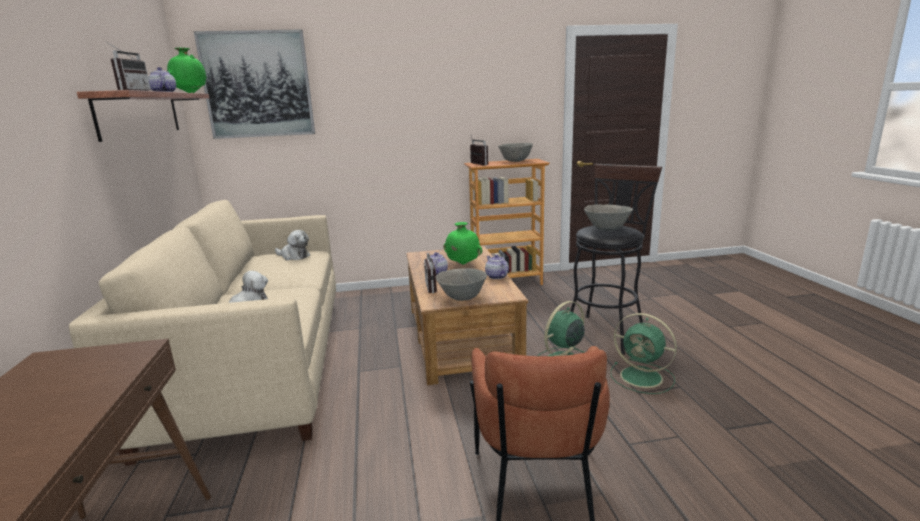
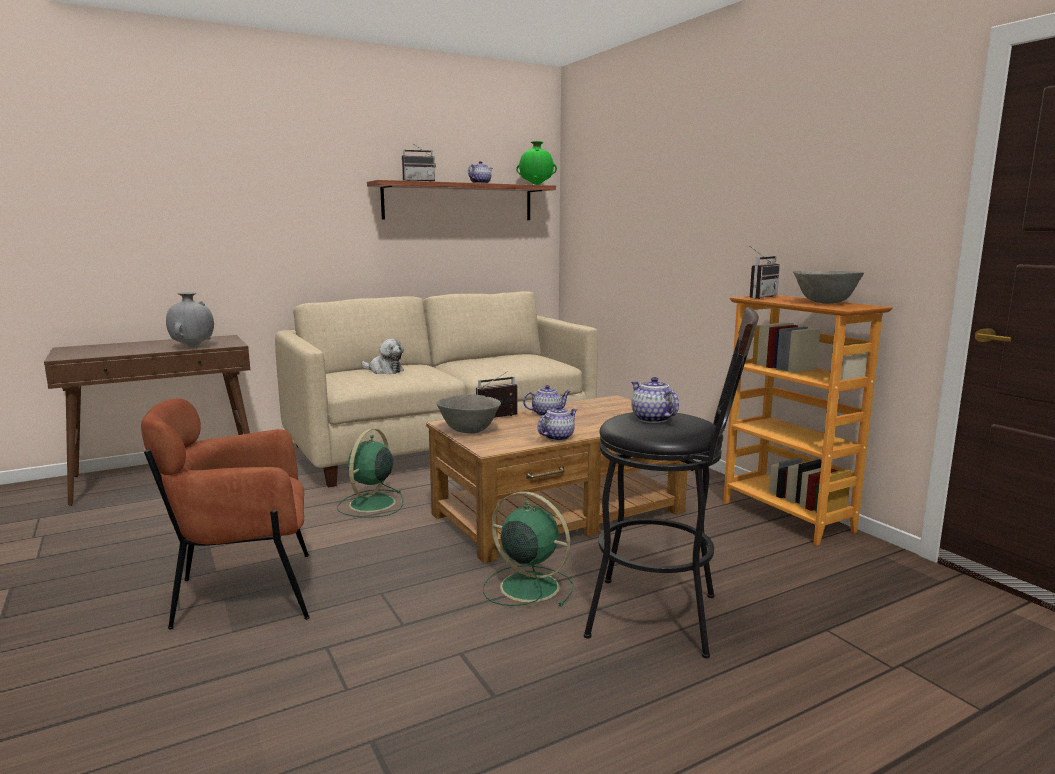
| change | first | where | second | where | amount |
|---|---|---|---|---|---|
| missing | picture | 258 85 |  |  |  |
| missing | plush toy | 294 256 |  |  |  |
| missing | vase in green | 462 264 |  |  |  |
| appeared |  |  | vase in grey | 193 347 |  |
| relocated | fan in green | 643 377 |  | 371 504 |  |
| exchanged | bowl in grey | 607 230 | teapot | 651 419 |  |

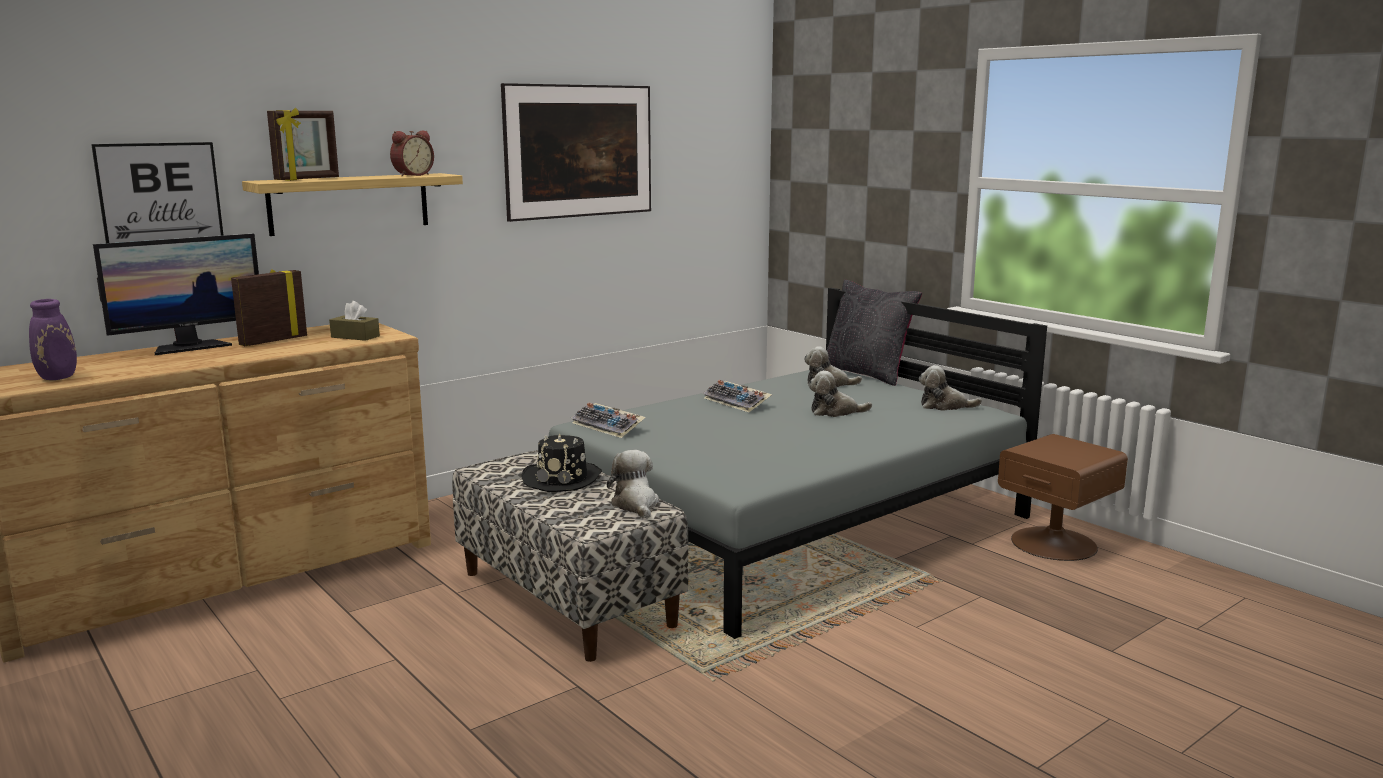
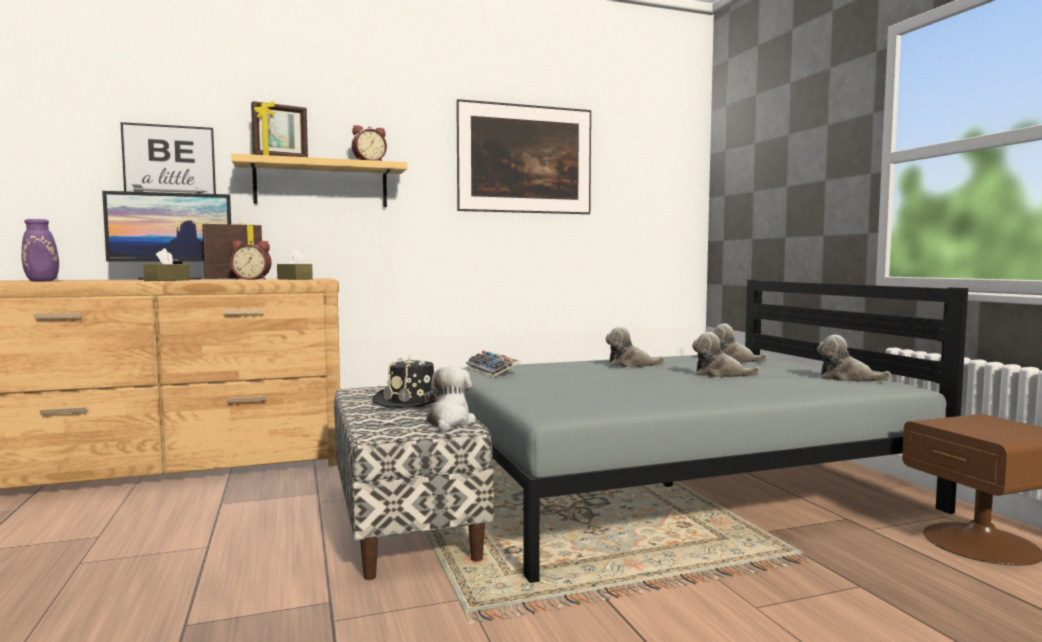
| change | first | where | second | where | amount |
|---|---|---|---|---|---|
| missing | pillow in black | 866 373 |  |  |  |
| appeared |  |  | tissue box in brown | 167 280 |  |
| appeared |  |  | alarm clock | 252 279 |  |
| exchanged | keyboard | 738 402 | plush toy | 630 365 |  |

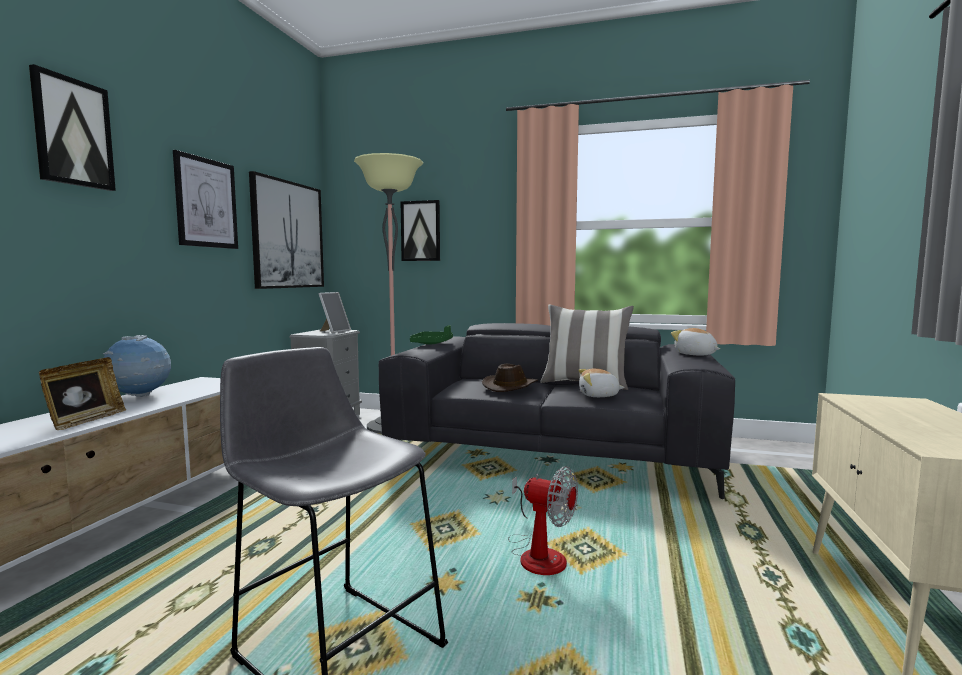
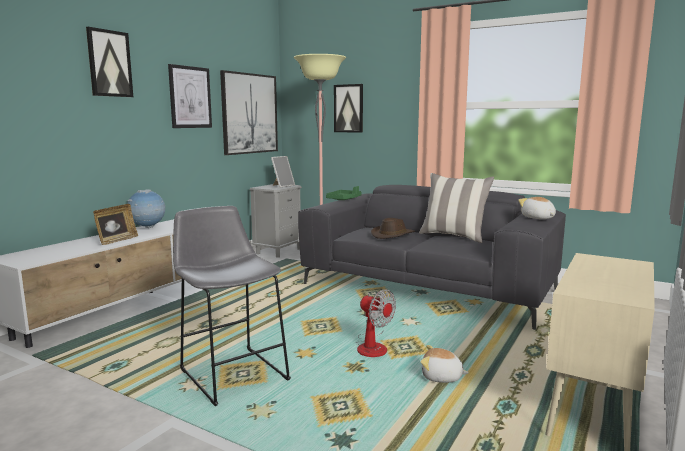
| change | first | where | second | where | amount |
|---|---|---|---|---|---|
| relocated | plush toy | 599 395 |  | 441 377 |  |

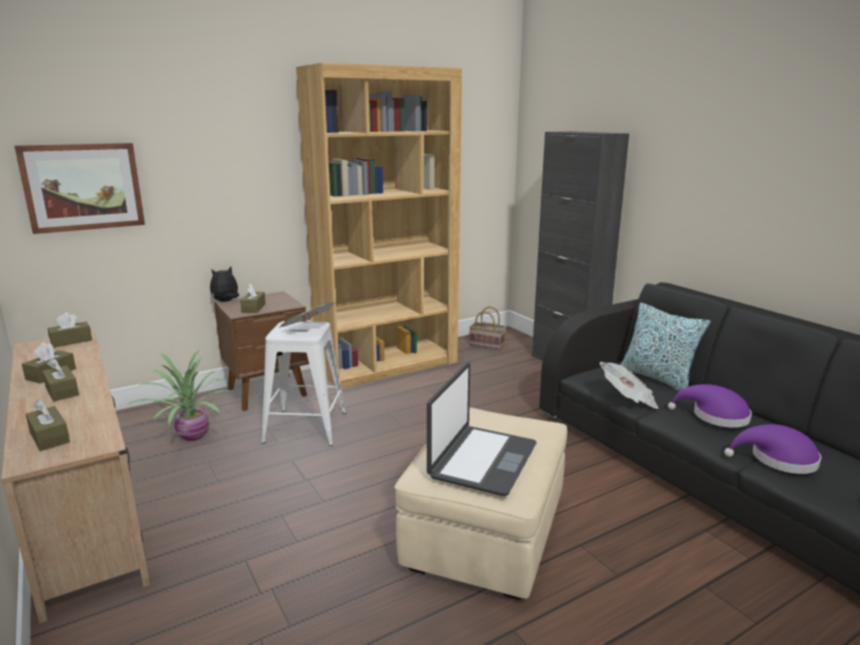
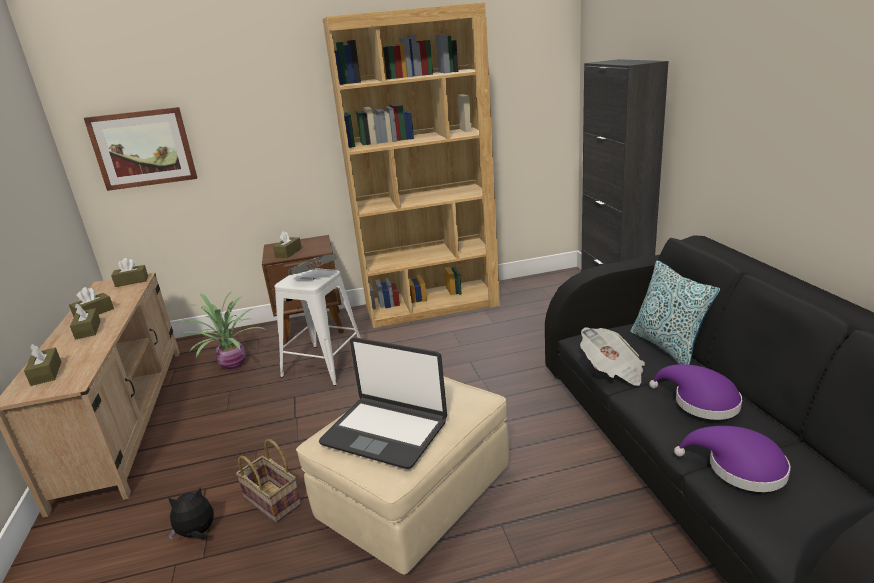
| change | first | where | second | where | amount |
|---|---|---|---|---|---|
| relocated | plush toy | 226 301 |  | 197 534 |  |
| relocated | basket | 488 344 |  | 274 501 |  |
| spun | laptop | 482 460 |  | 385 432 | 75 degrees clockwise |

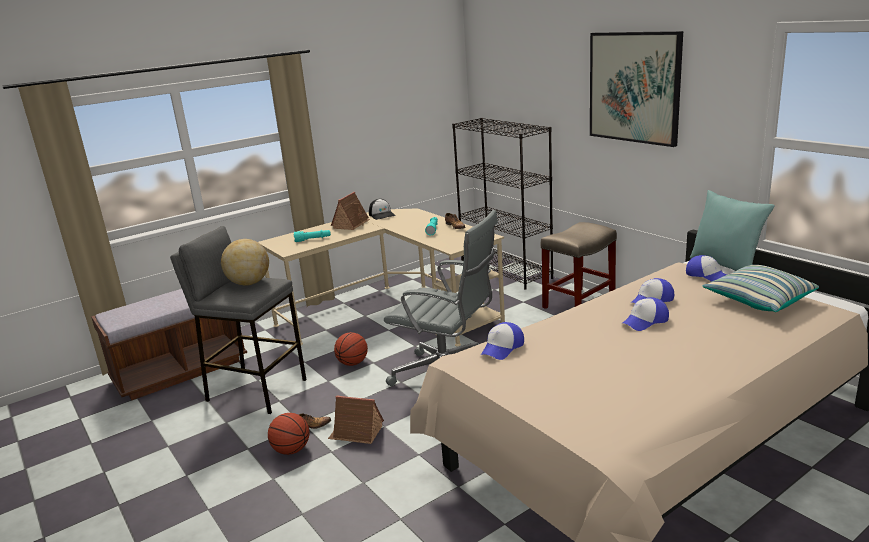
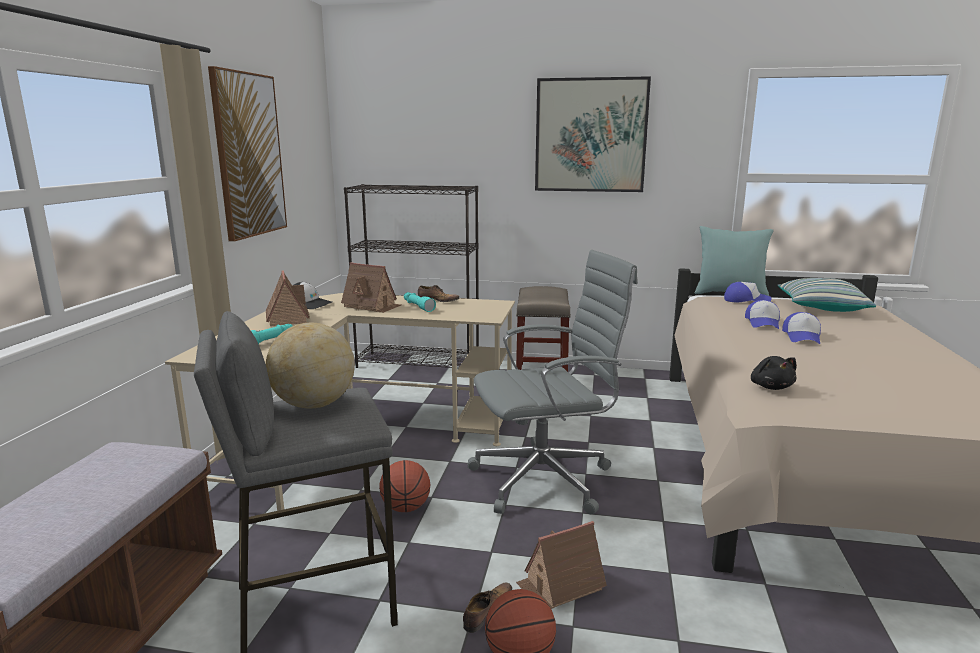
| change | first | where | second | where | amount |
|---|---|---|---|---|---|
| appeared |  |  | picture | 249 155 |  |
| appeared |  |  | toy house | 372 306 |  |
| exchanged | cap | 502 348 | plush toy in black | 770 387 |  |

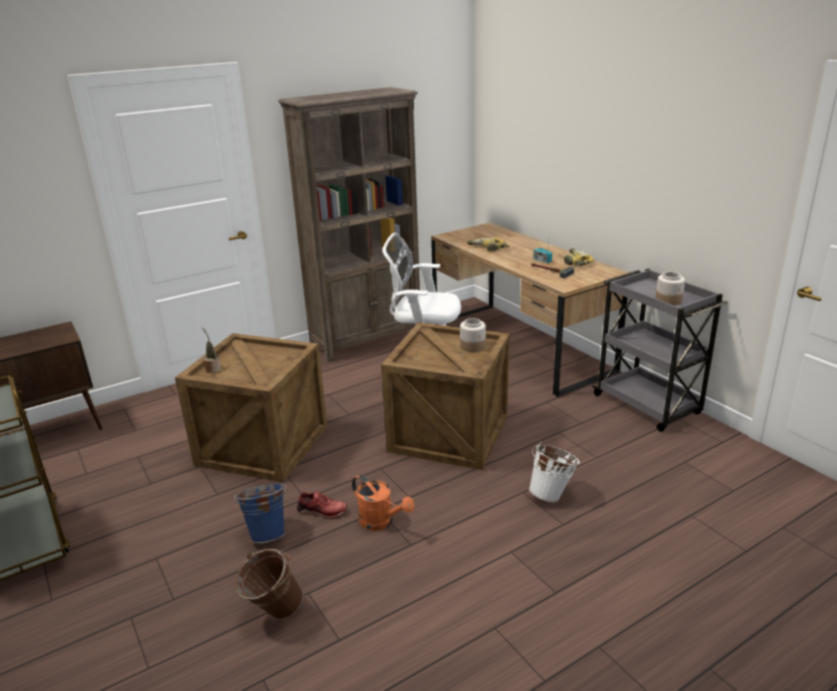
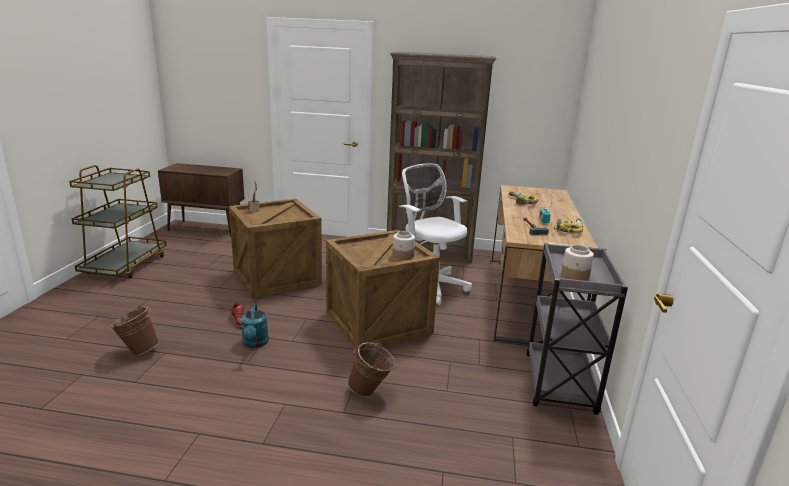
| change | first | where | second | where | amount |
|---|---|---|---|---|---|
| missing | bucket in blue | 267 533 |  |  |  |
| colour | watering can in orange | 381 522 | watering can in turquoise | 255 343 |  |
| colour | bucket in white | 552 494 | bucket in brown | 371 392 |  |

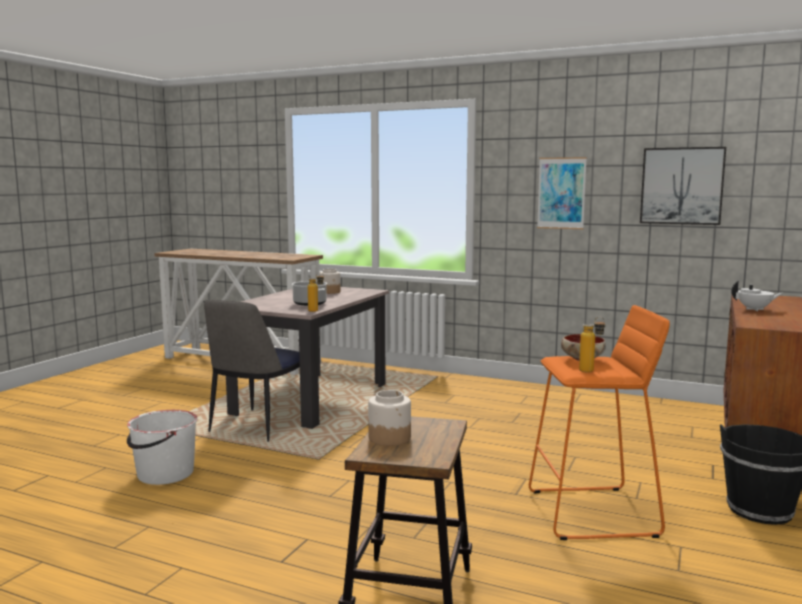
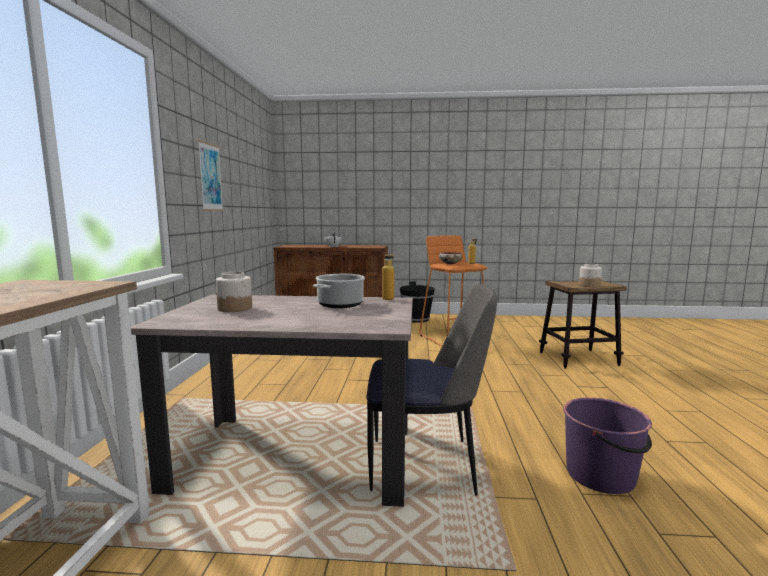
| change | first | where | second | where | amount |
|---|---|---|---|---|---|
| missing | picture | 681 186 |  |  |  |
| colour | bucket in white | 164 474 | bucket in purple | 601 475 |  |

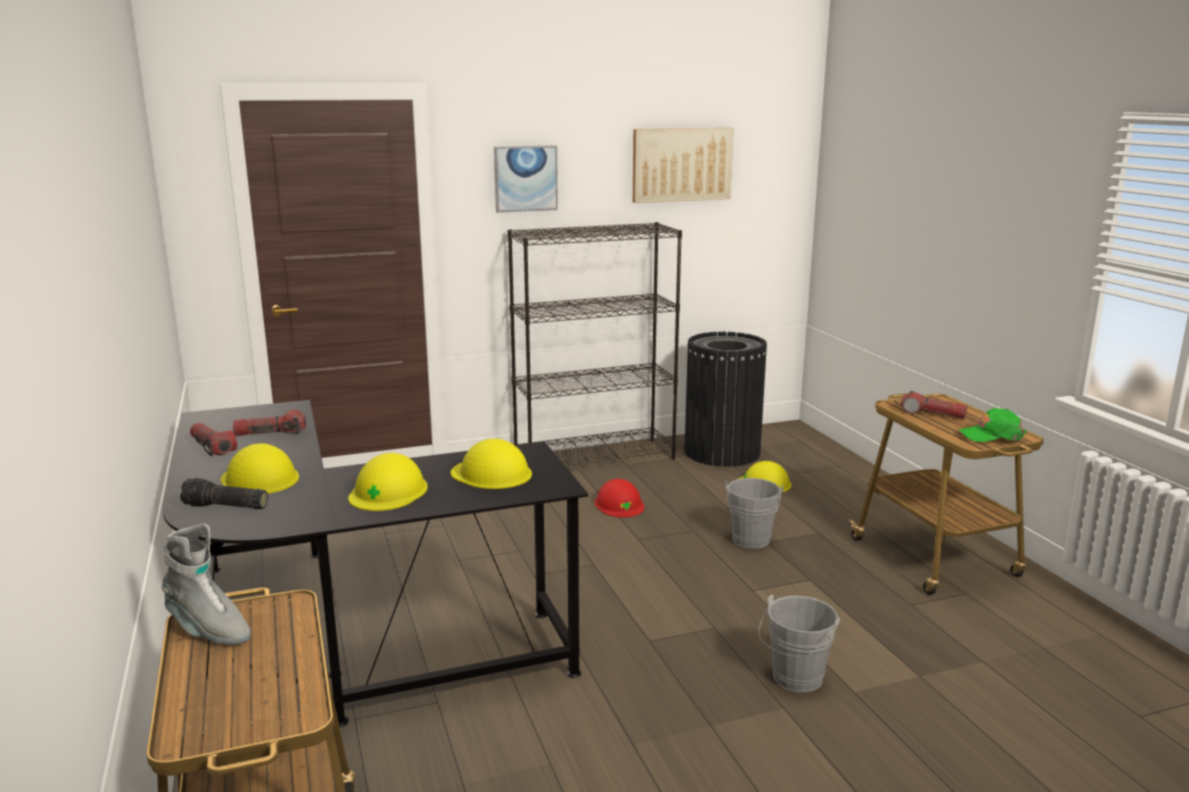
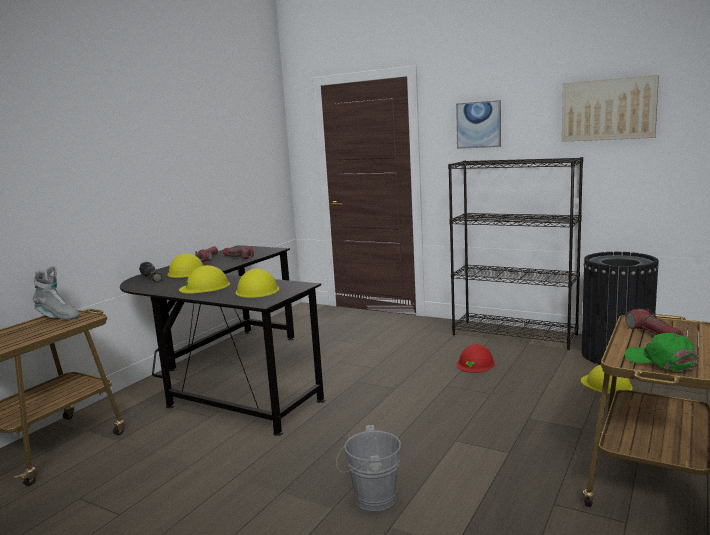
| change | first | where | second | where | amount |
|---|---|---|---|---|---|
| missing | bucket in grey | 751 541 |  |  |  |
| spun | boot in grey | 208 629 |  | 57 317 | 60 degrees counterclockwise |

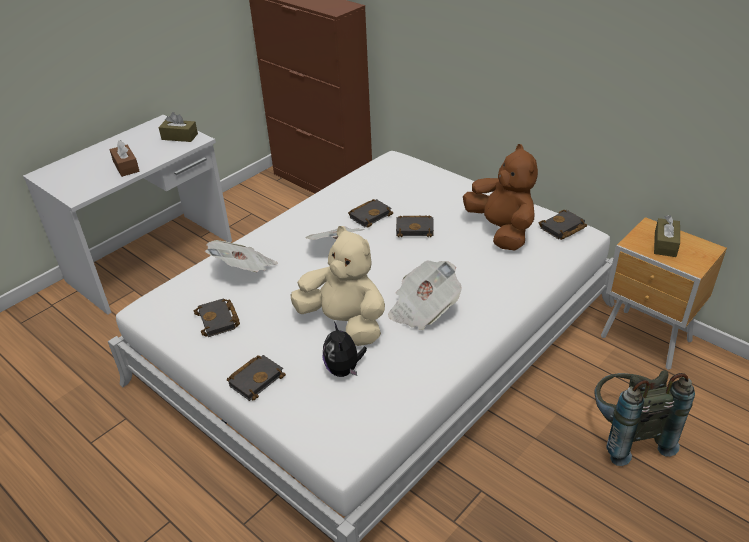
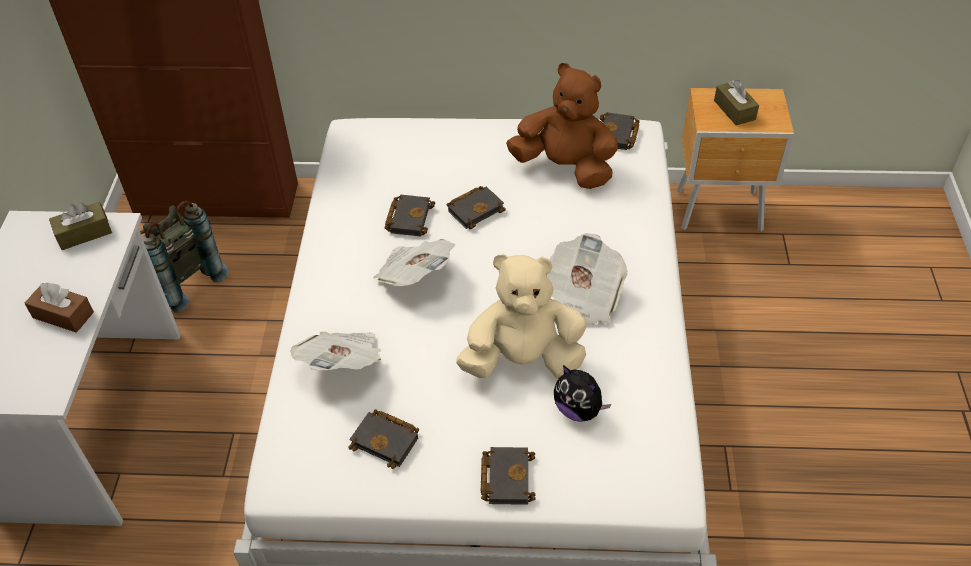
| change | first | where | second | where | amount |
|---|---|---|---|---|---|
| relocated | backpack in grey | 626 435 |  | 179 281 |  |

